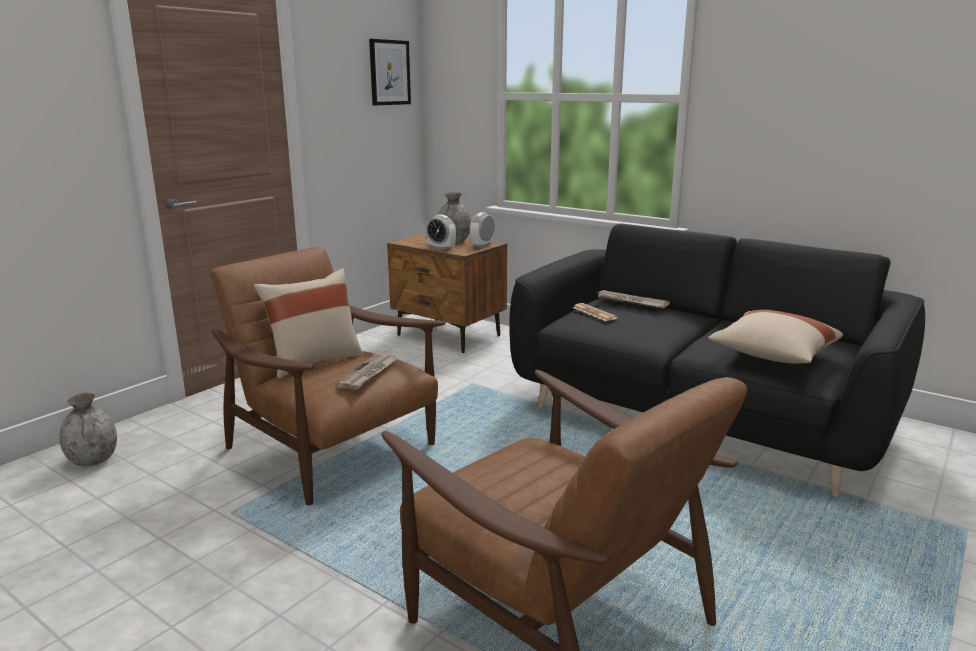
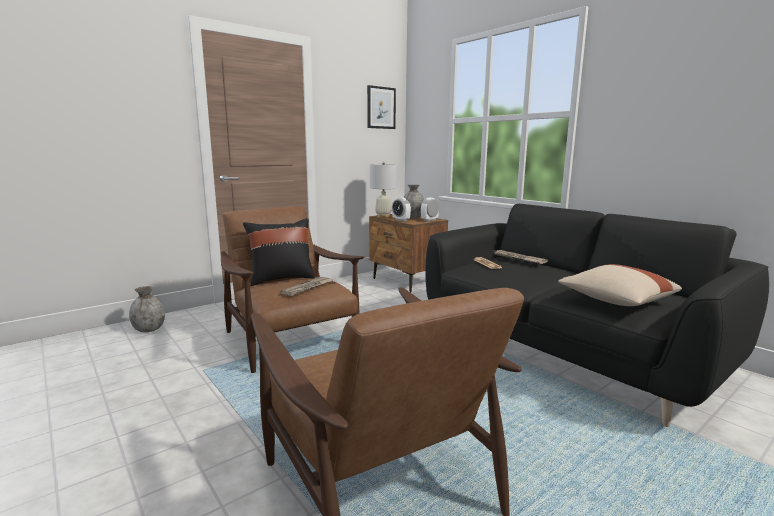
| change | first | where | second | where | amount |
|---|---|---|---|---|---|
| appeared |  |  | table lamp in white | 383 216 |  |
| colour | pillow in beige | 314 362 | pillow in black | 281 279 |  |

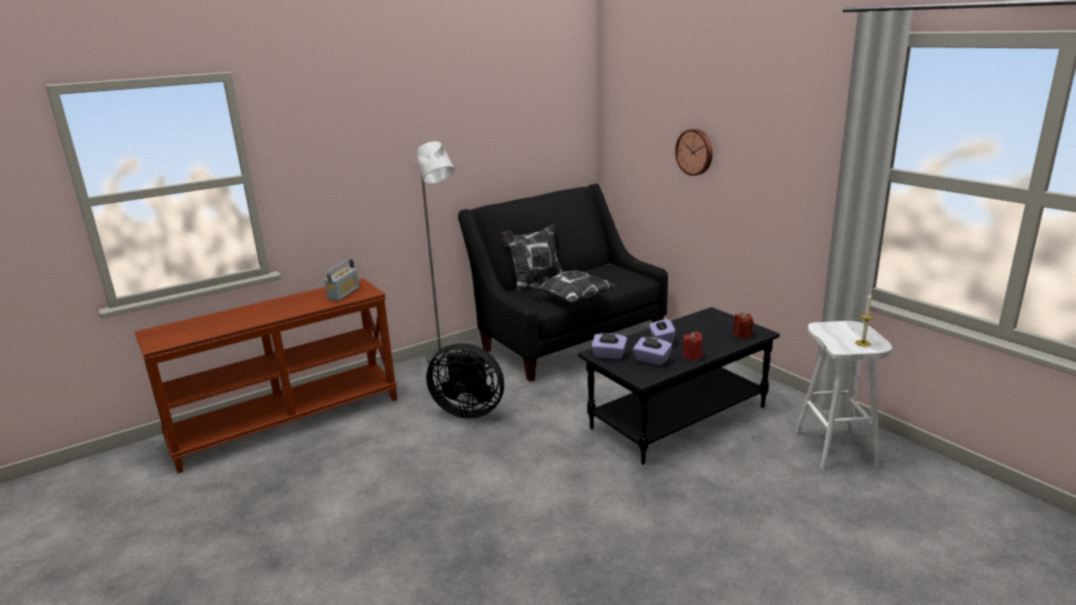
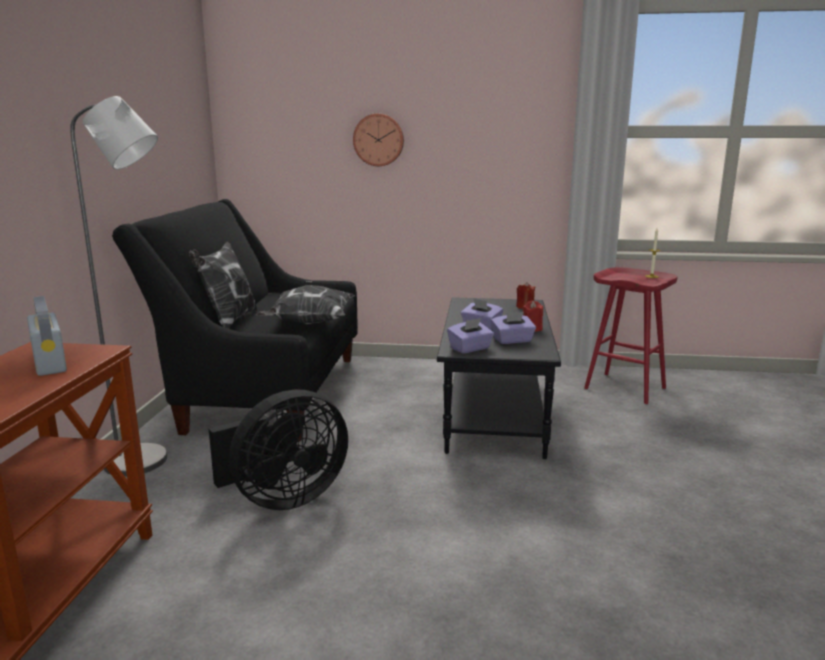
| change | first | where | second | where | amount |
|---|---|---|---|---|---|
| colour | stool in white | 836 449 | stool in red | 626 388 |  |

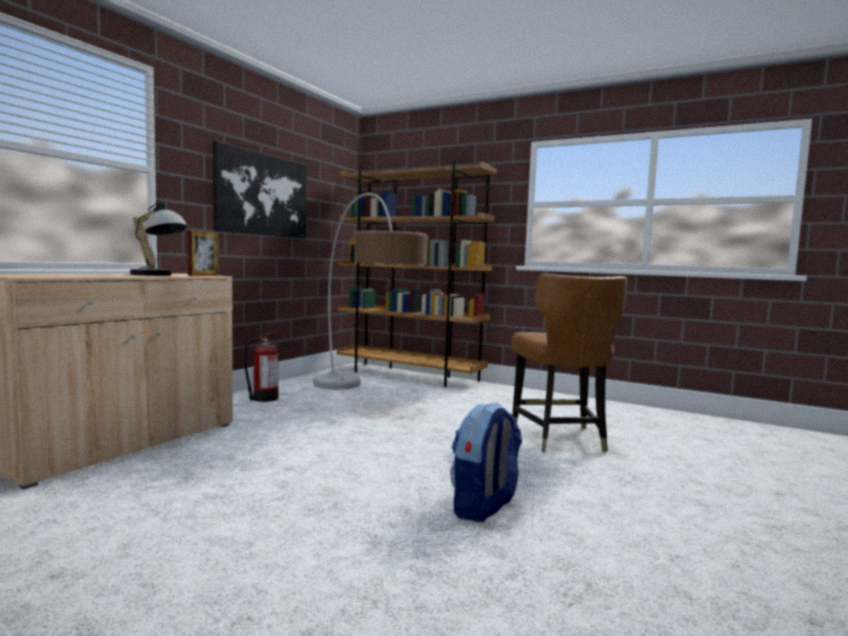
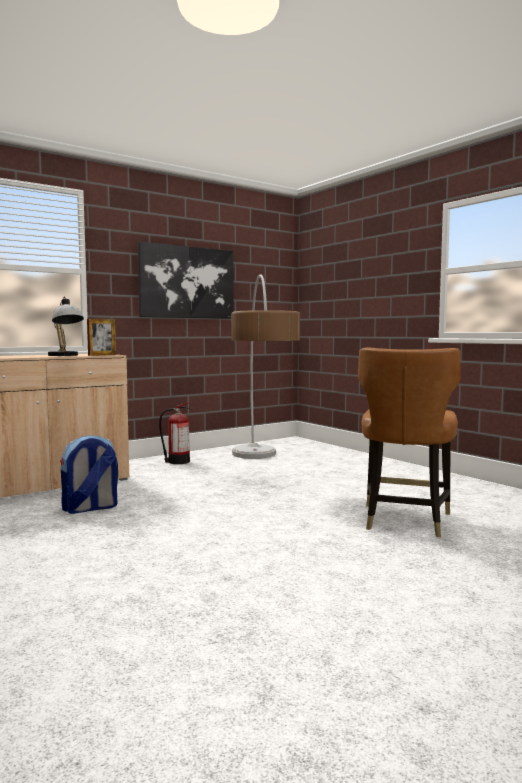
| change | first | where | second | where | amount |
|---|---|---|---|---|---|
| missing | bookcase in brown | 409 375 |  |  |  |
| relocated | backpack | 484 508 |  | 90 508 |  |

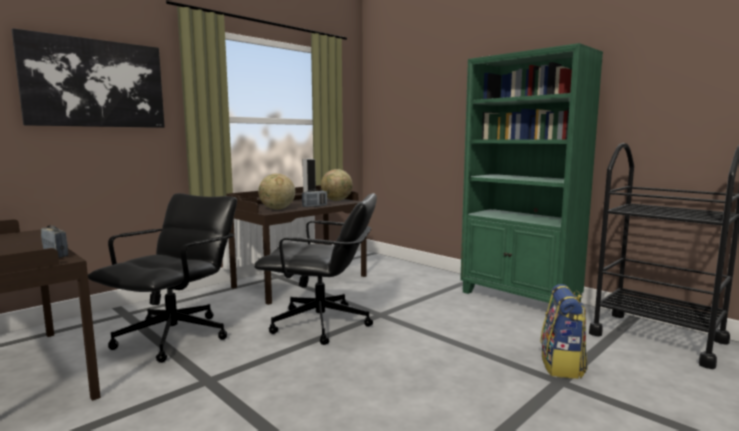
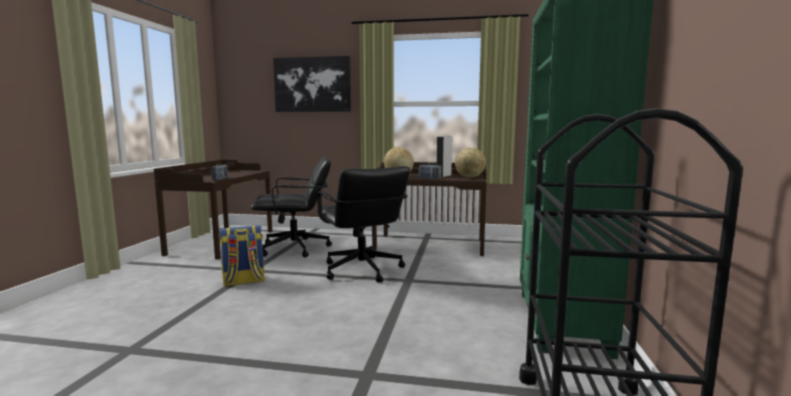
| change | first | where | second | where | amount |
|---|---|---|---|---|---|
| relocated | backpack | 562 365 |  | 243 282 |  |

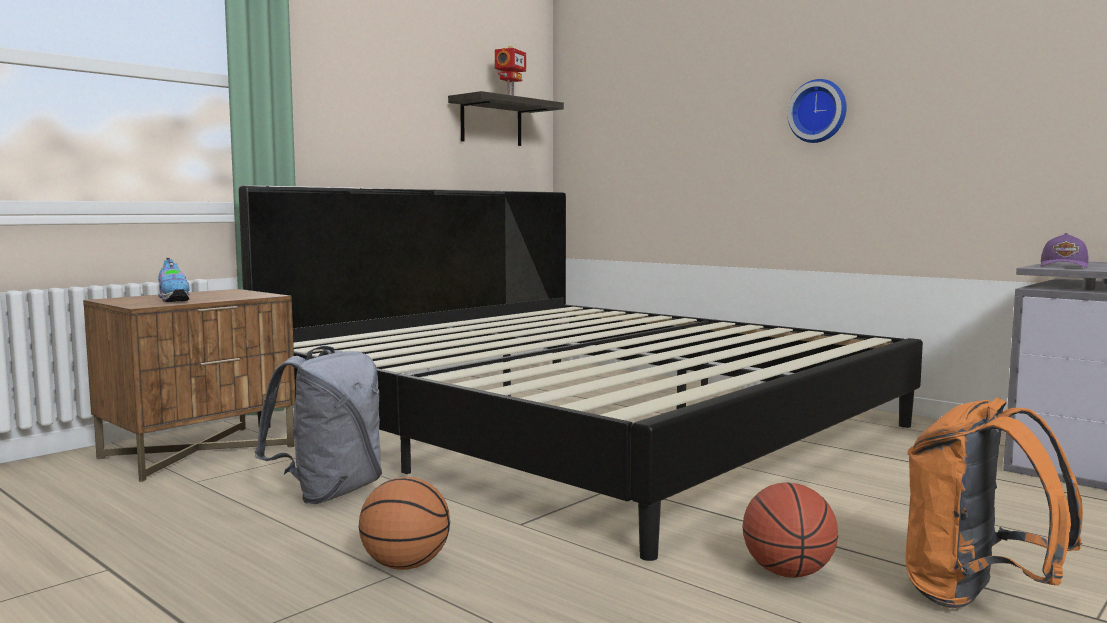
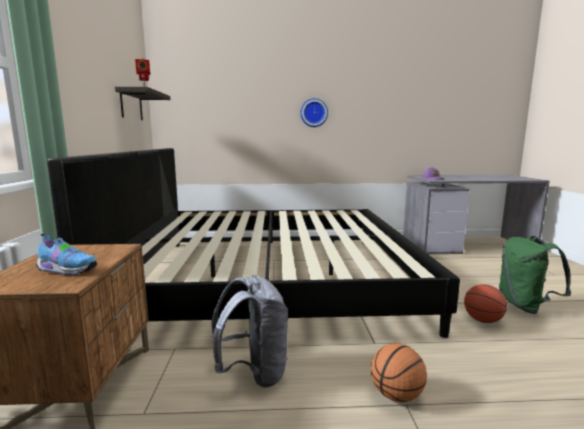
| change | first | where | second | where | amount |
|---|---|---|---|---|---|
| colour | backpack in orange | 977 598 | backpack in green | 525 306 |  |

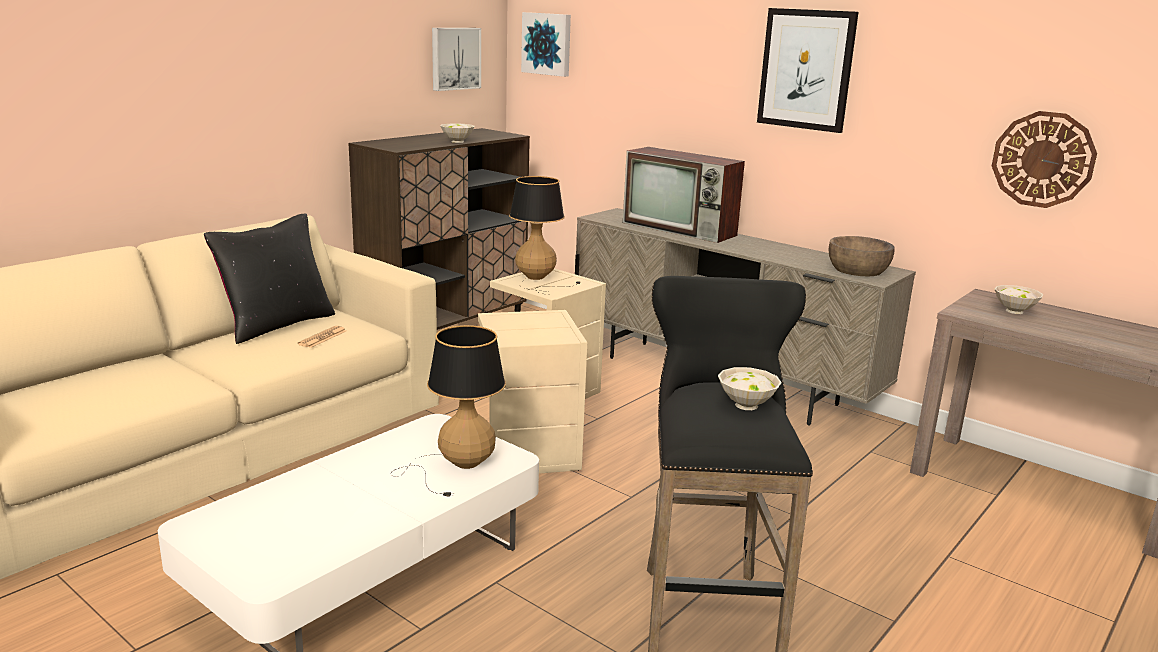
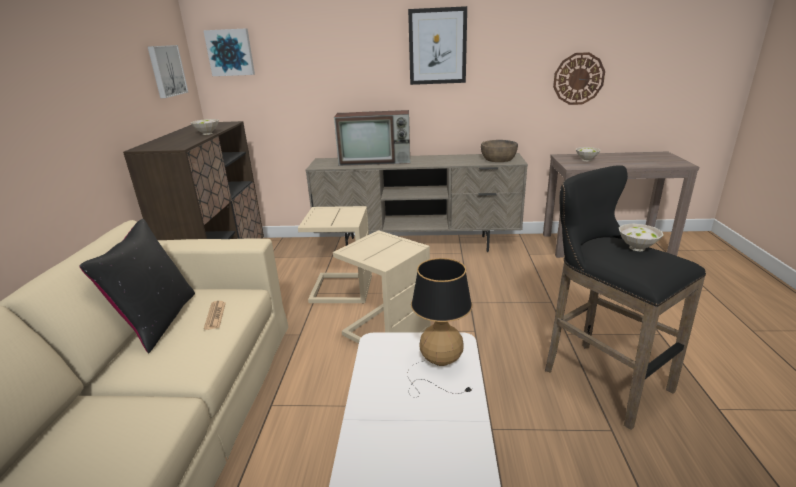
| change | first | where | second | where | amount |
|---|---|---|---|---|---|
| missing | table lamp | 538 280 |  |  |  |

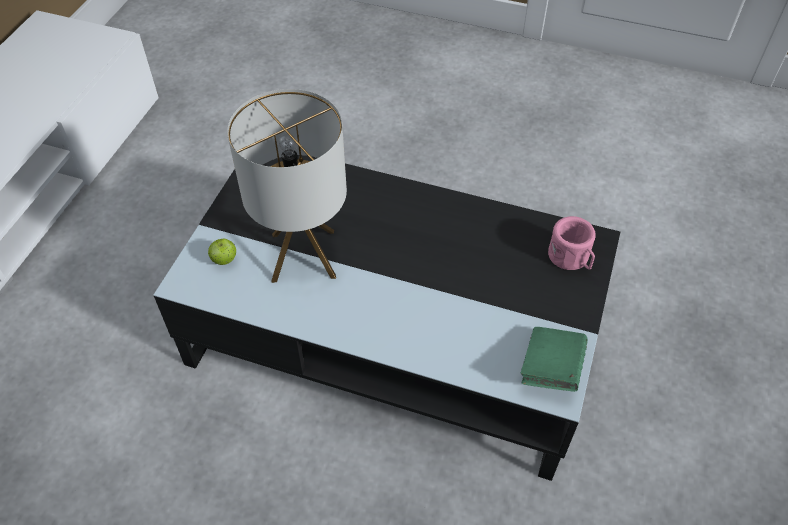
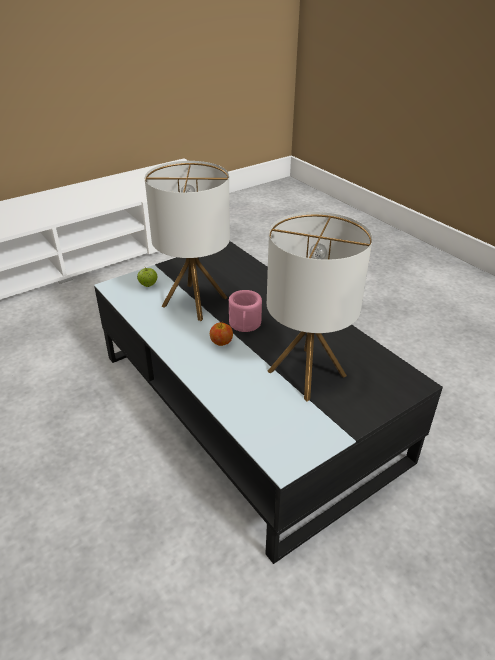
| change | first | where | second | where | amount |
|---|---|---|---|---|---|
| missing | book in green | 551 369 |  |  |  |
| appeared |  |  | apple | 221 342 |  |
| appeared |  |  | table lamp | 307 373 |  |
| relocated | mug in pink | 571 258 |  | 245 325 |  |

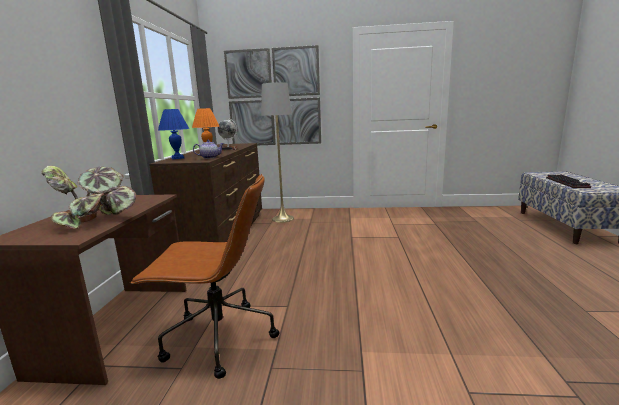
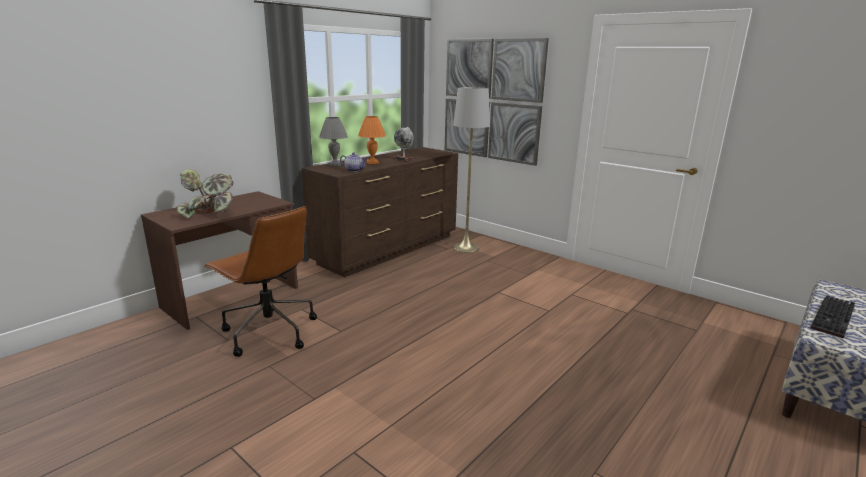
| change | first | where | second | where | amount |
|---|---|---|---|---|---|
| colour | table lamp in blue | 177 158 | table lamp in grey | 335 164 |  |

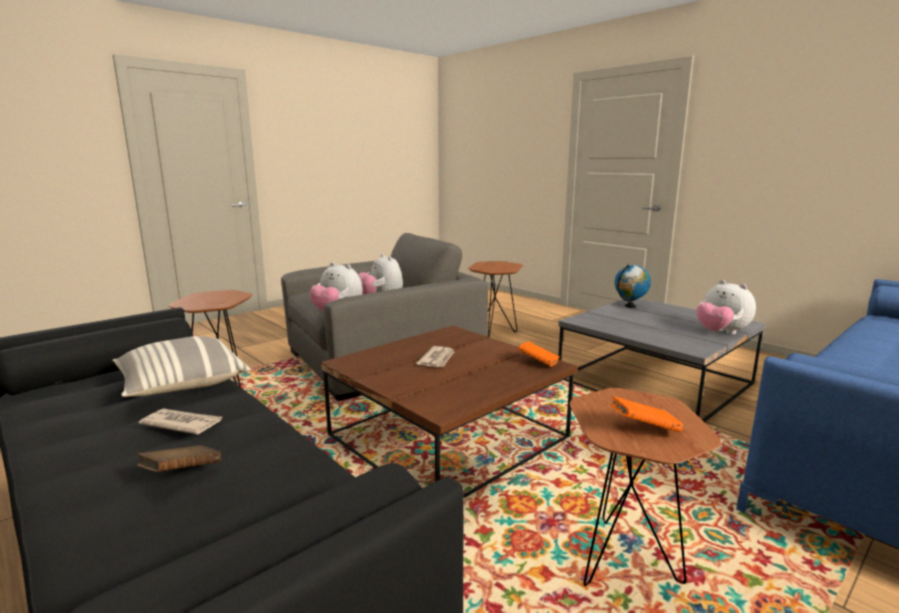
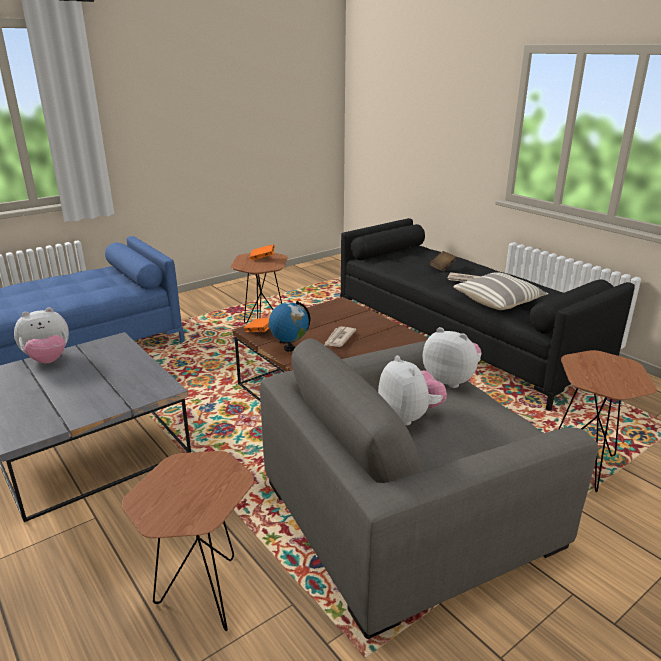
| change | first | where | second | where | amount |
|---|---|---|---|---|---|
| relocated | globe | 630 306 |  | 289 348 |  |
| spun | plush toy | 721 333 |  | 48 360 | 90 degrees clockwise |

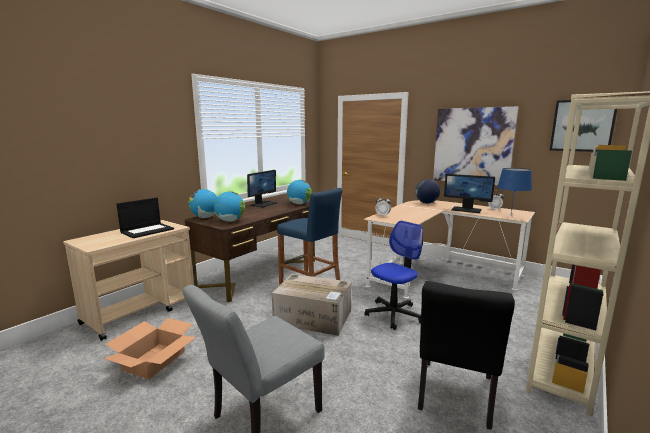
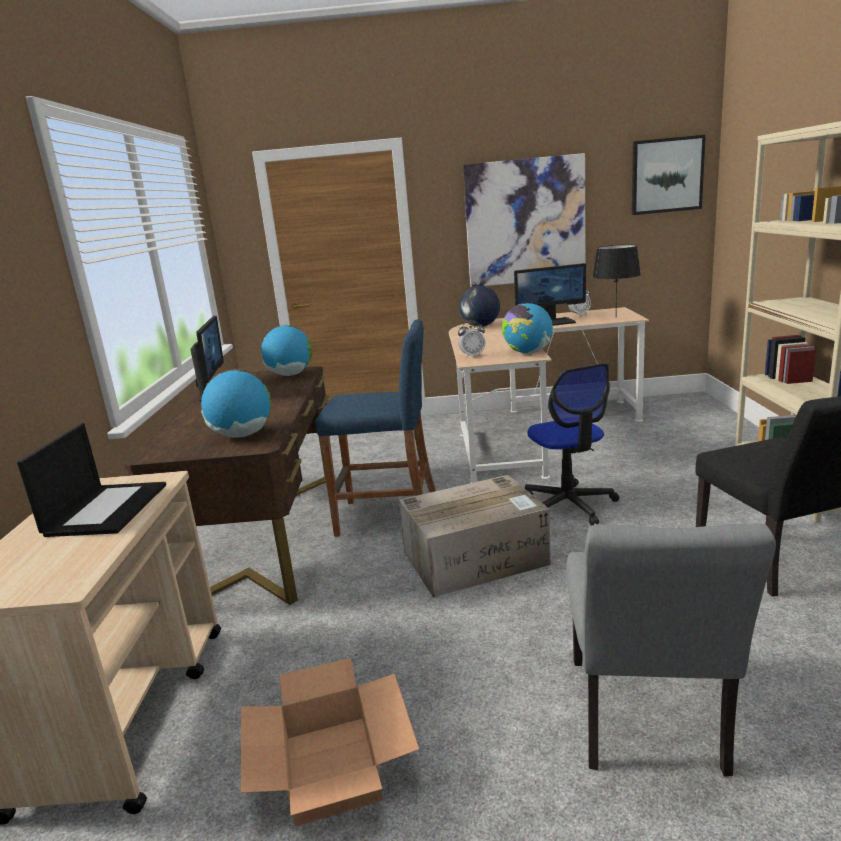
| change | first | where | second | where | amount |
|---|---|---|---|---|---|
| relocated | globe | 205 217 |  | 528 353 |  |
| colour | table lamp in blue | 510 216 | table lamp in black | 615 317 |  |
| spun | office chair | 393 314 |  | 569 505 | 150 degrees clockwise |

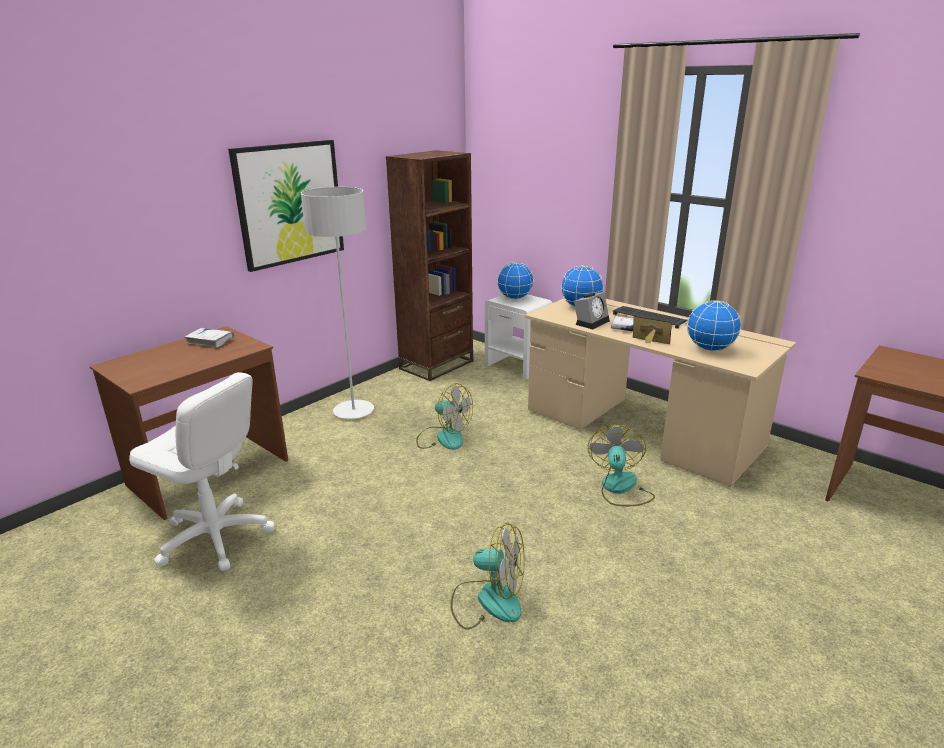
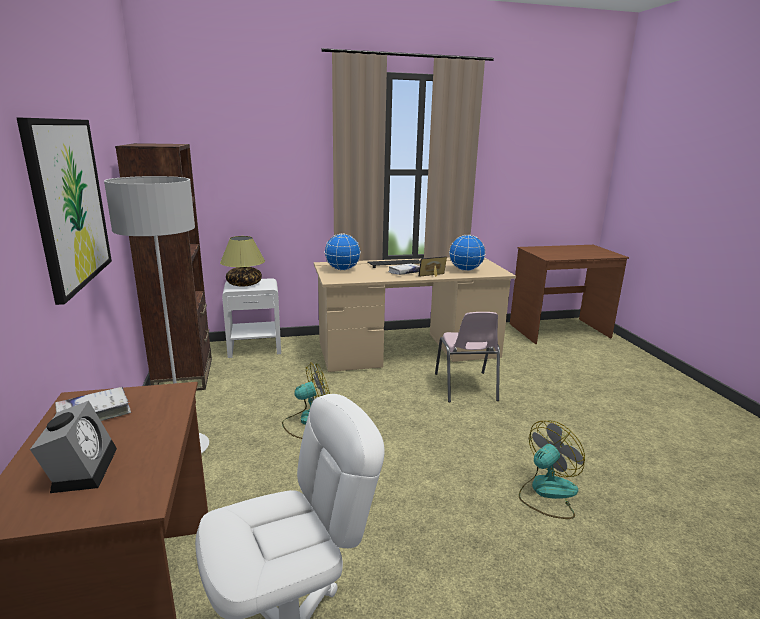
| change | first | where | second | where | amount |
|---|---|---|---|---|---|
| relocated | alarm clock | 591 322 |  | 82 468 |  |
| exchanged | globe | 514 298 | table lamp | 244 284 |  |
| exchanged | fan | 620 489 | chair in pink | 466 387 |  |

